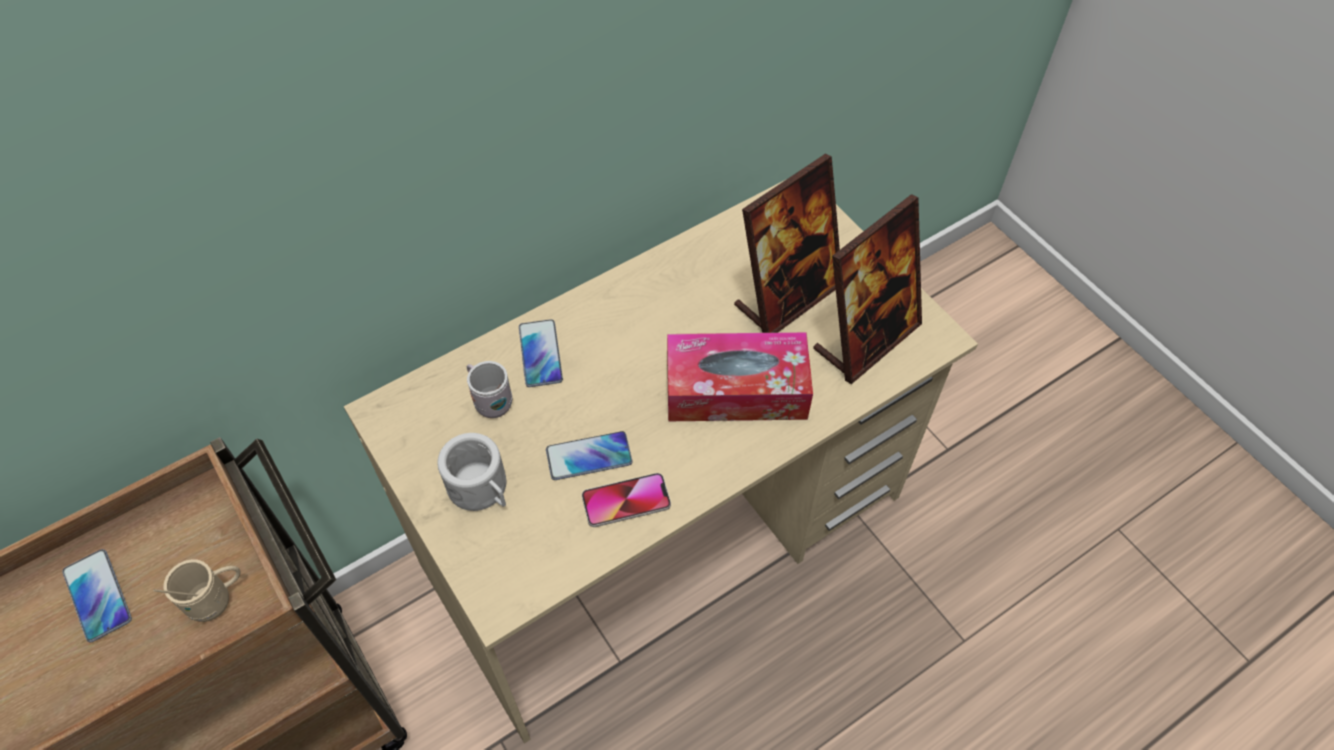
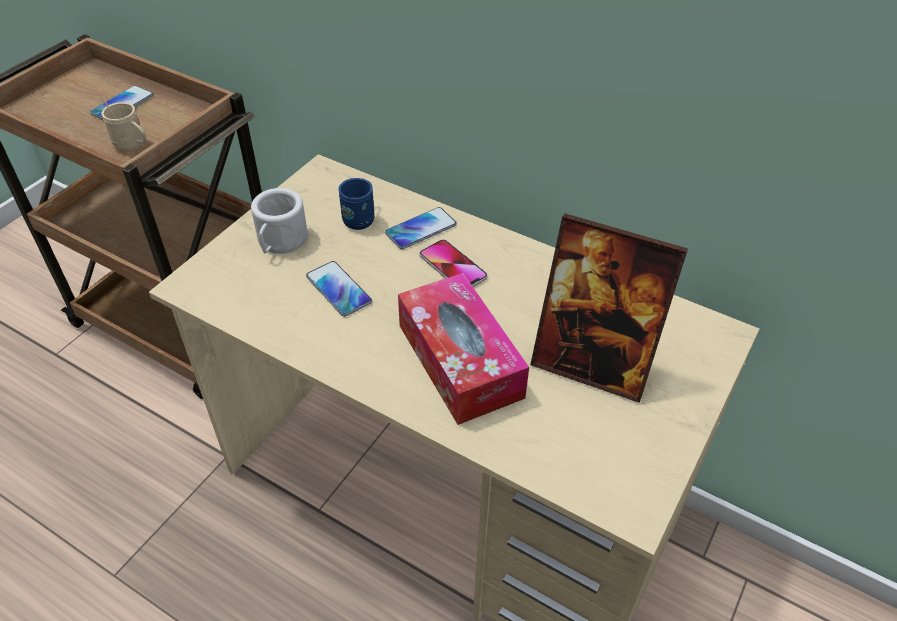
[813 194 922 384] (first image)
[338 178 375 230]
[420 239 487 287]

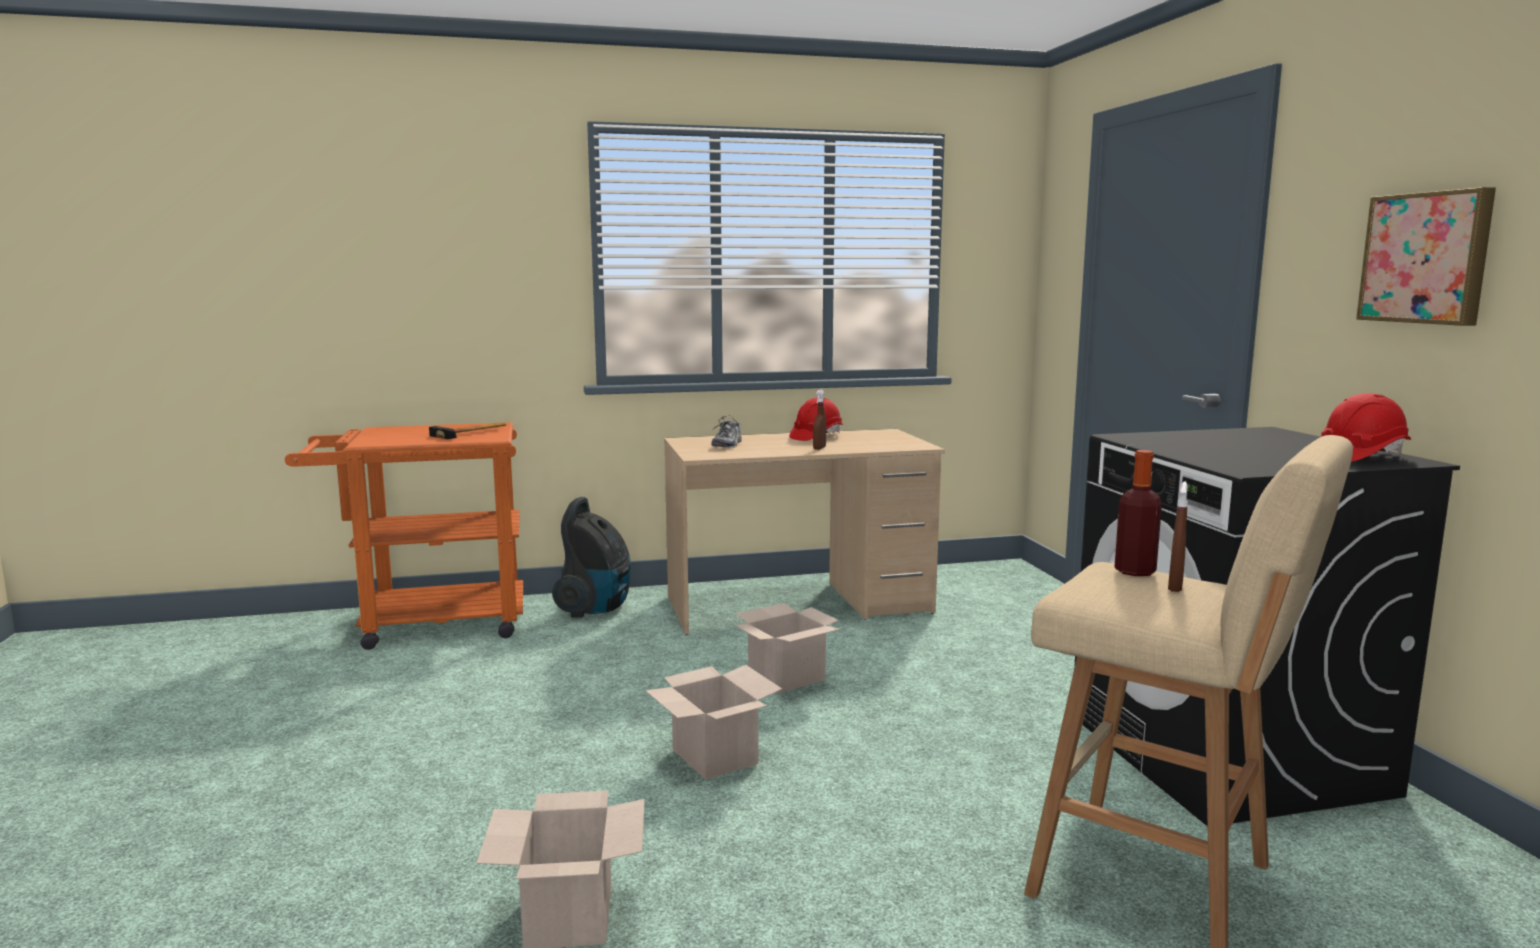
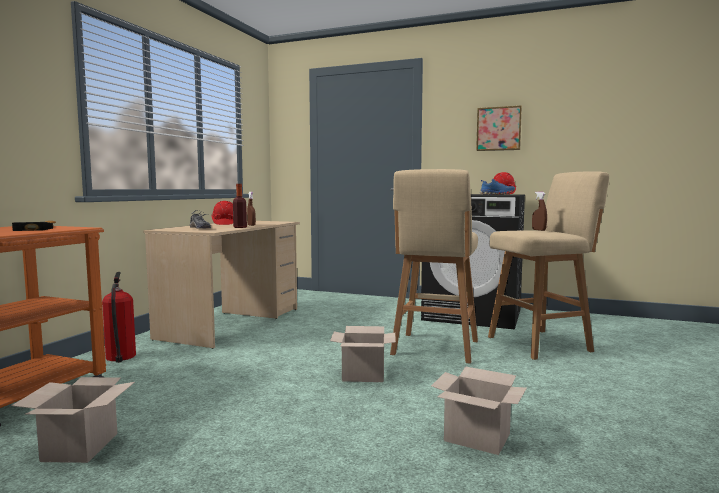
[233 184 247 228]
[102 272 136 363]
[11 377 135 463]
[390 169 478 364]
[480 179 515 195]

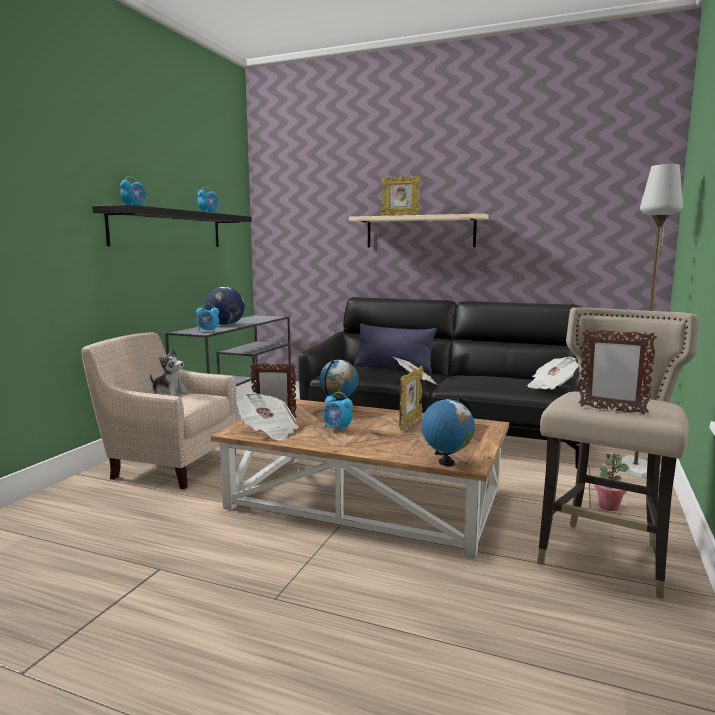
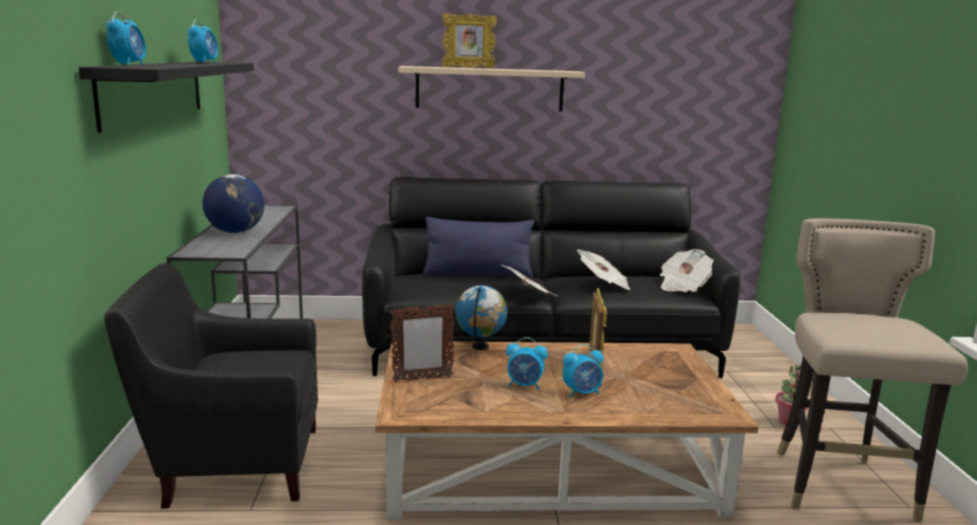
[608 164 683 479] (first image)
[562 344 604 398]
[579 329 657 415] (first image)
[104 263 318 509]
[150 348 189 396] (first image)
[577 249 630 290]
[421 397 475 466] (first image)

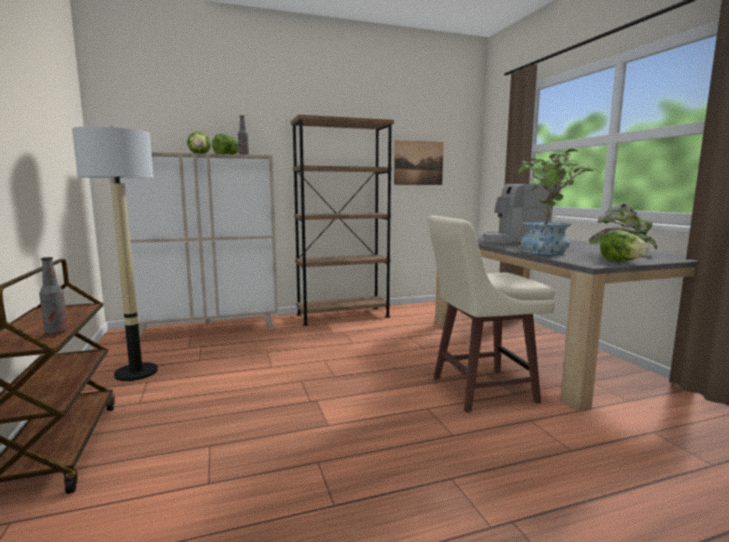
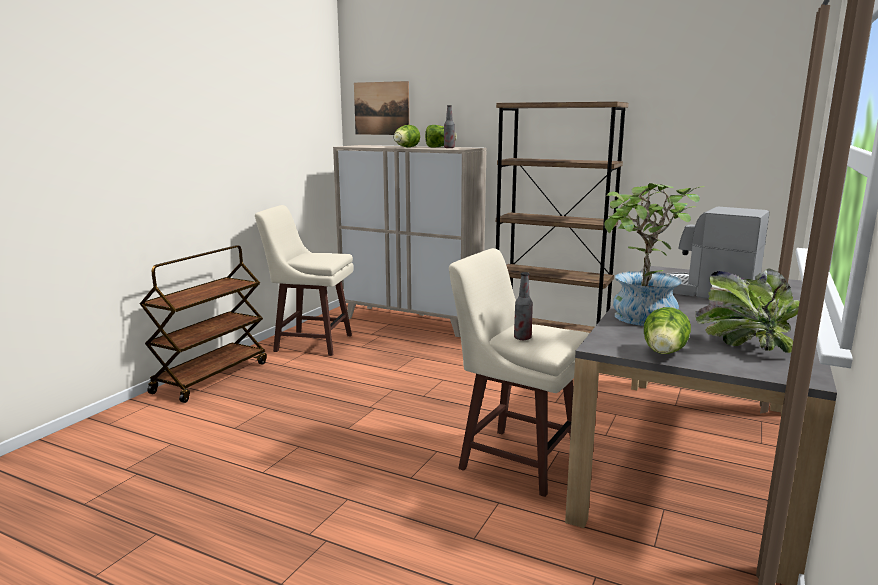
[255 205 354 356]
[354 81 409 135]
[514 272 533 340]

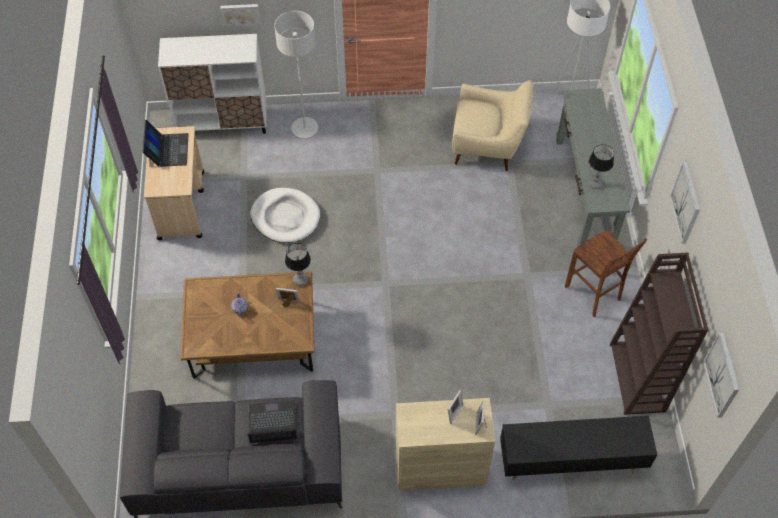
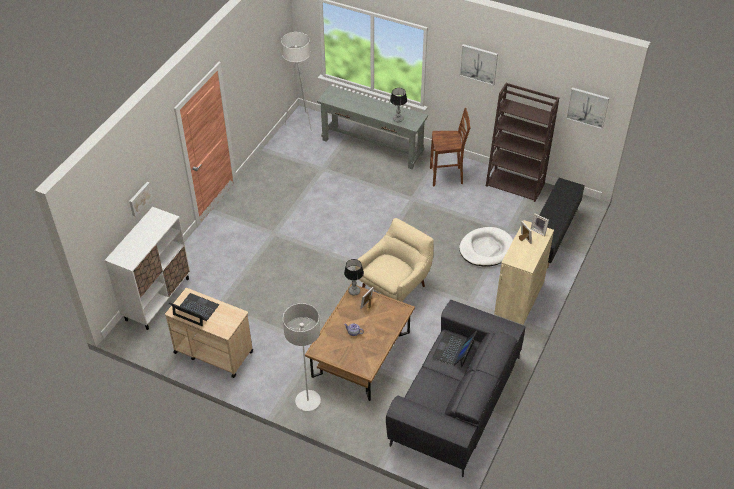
[283 303 321 411]
[355 218 433 302]
[459 227 513 267]

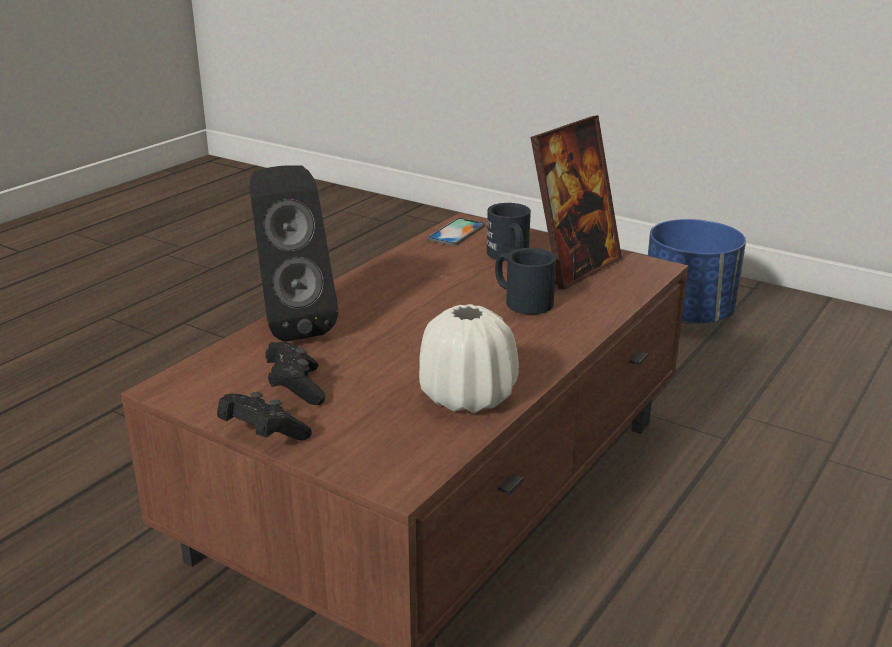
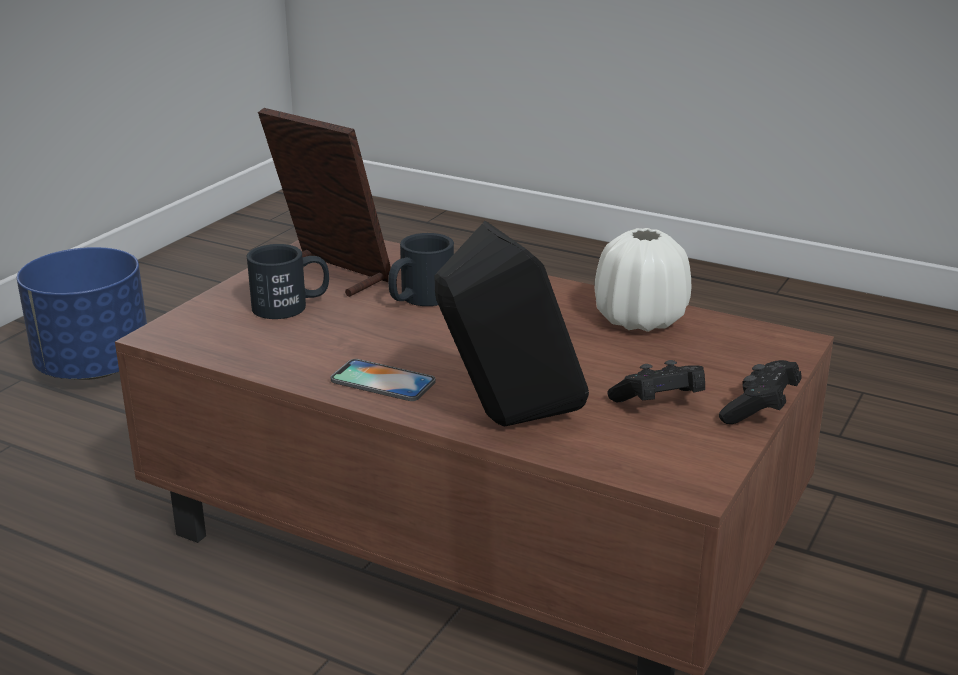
[331 359 436 401]

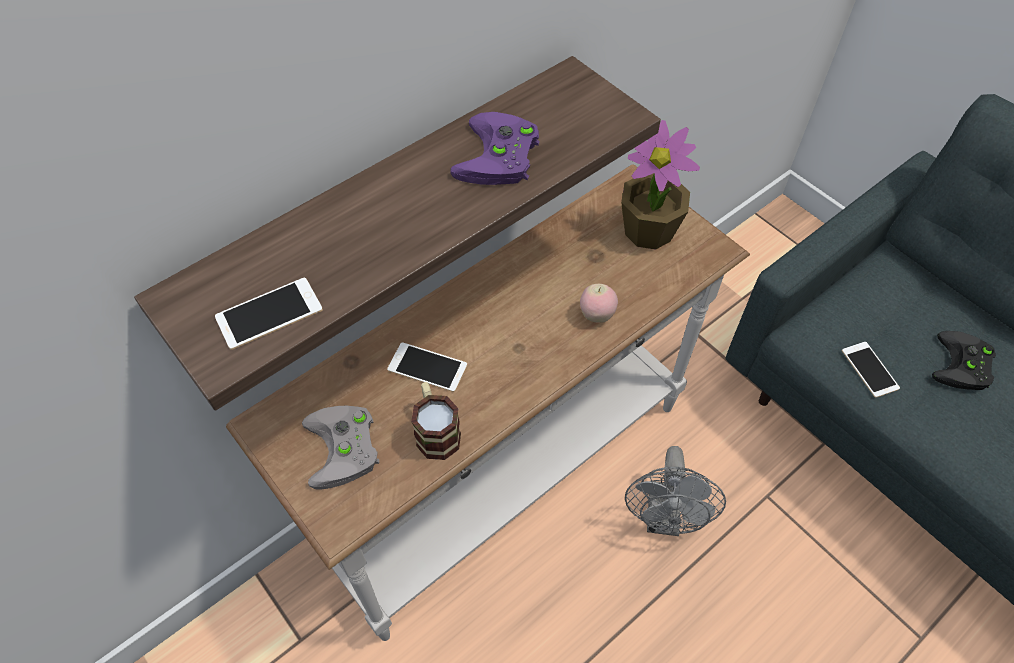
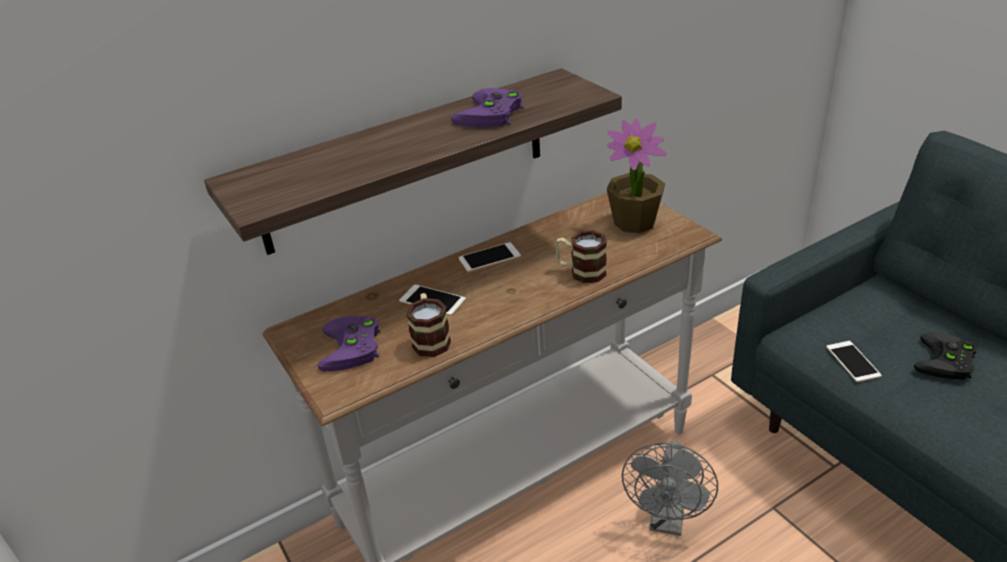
[459 242 521 272]
[555 230 607 283]
[317 316 380 372]

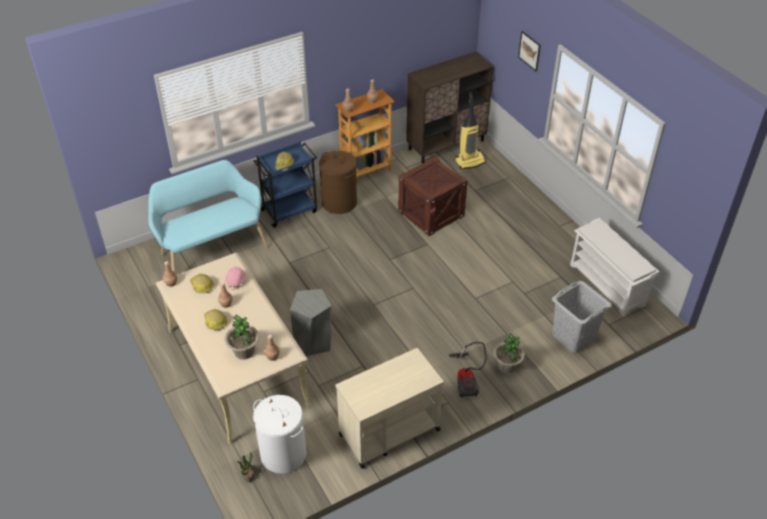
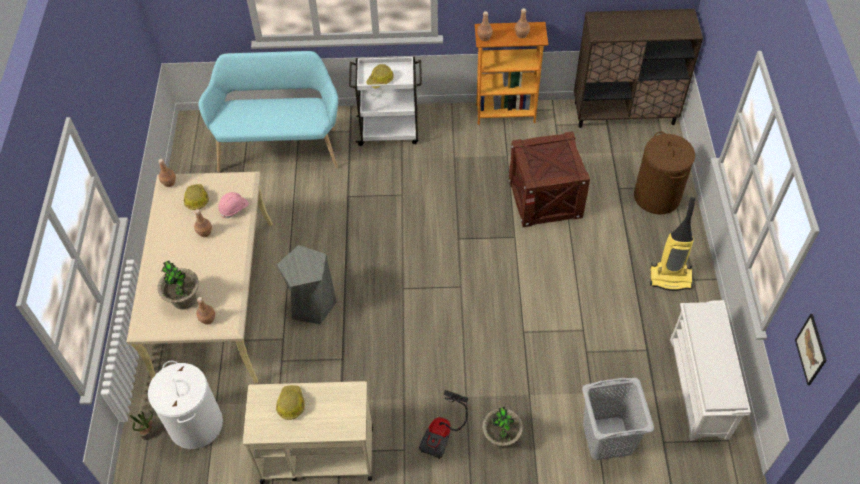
[795 314 827 385]
[650 197 695 291]
[349 57 422 146]
[634 132 695 214]
[276 385 305 420]

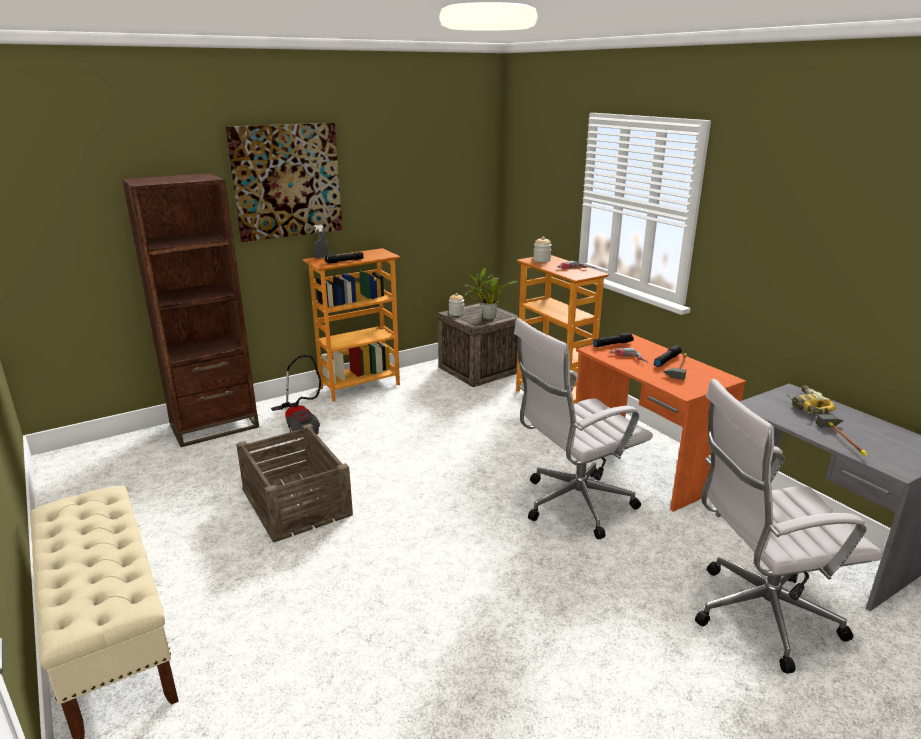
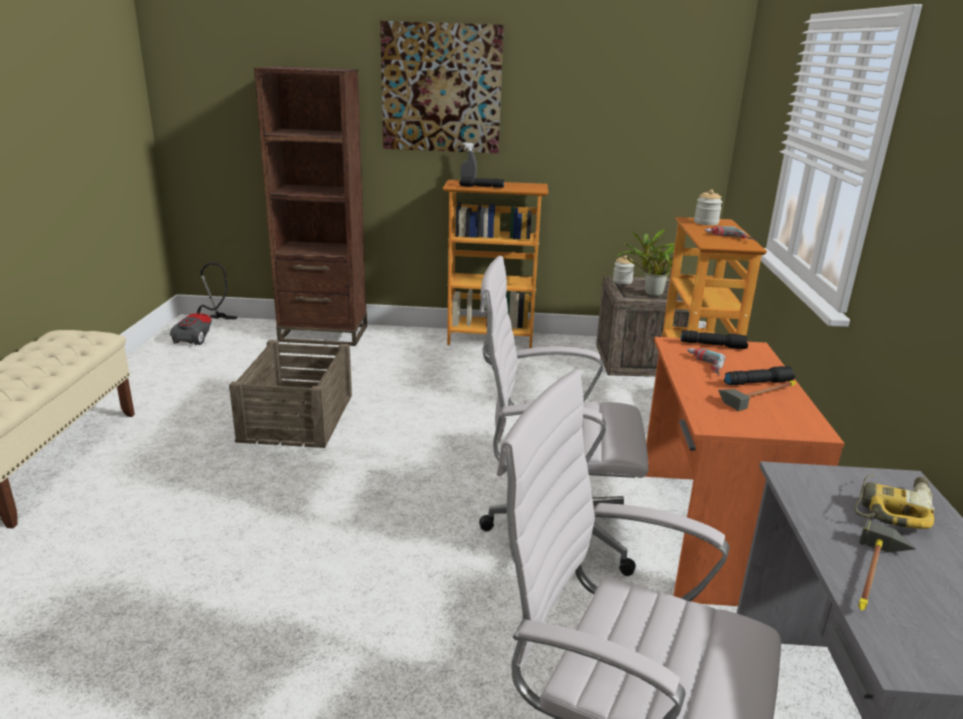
[170 262 238 345]

